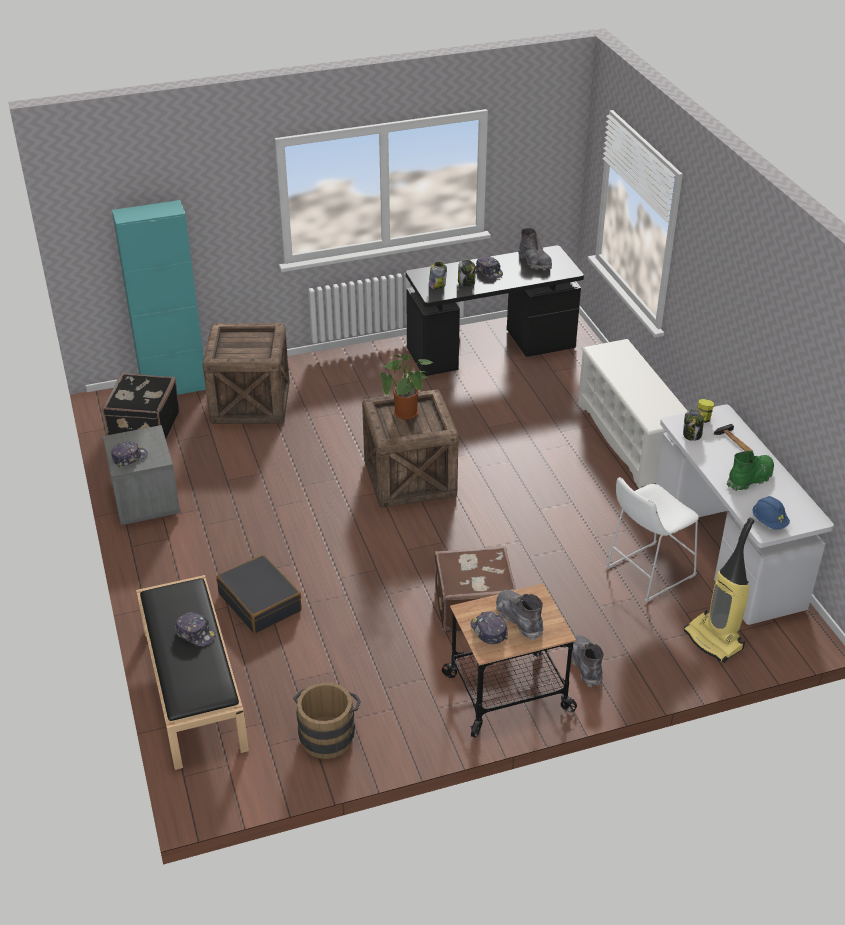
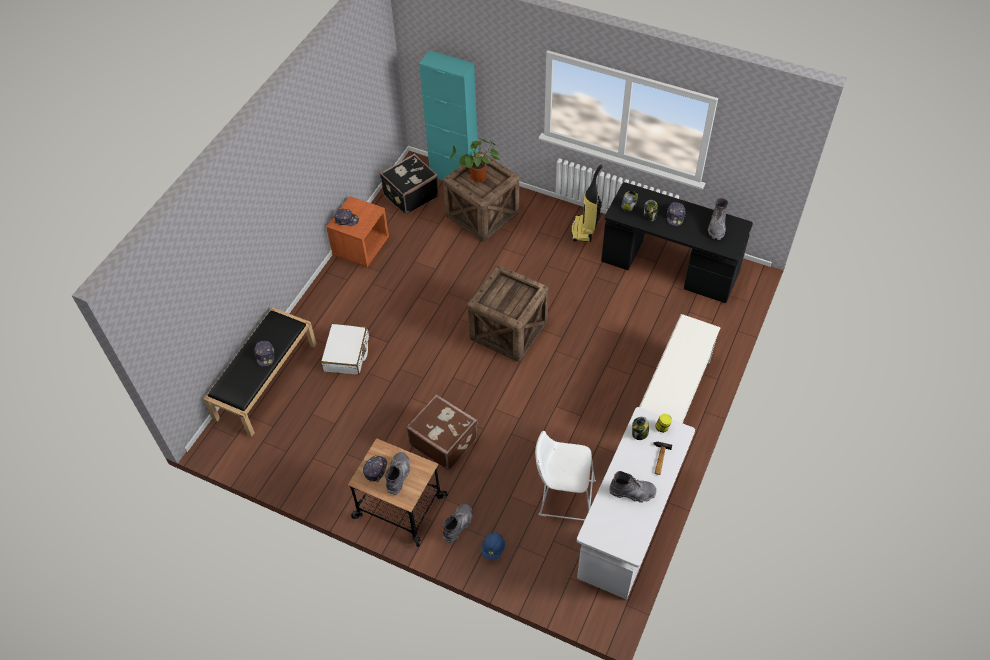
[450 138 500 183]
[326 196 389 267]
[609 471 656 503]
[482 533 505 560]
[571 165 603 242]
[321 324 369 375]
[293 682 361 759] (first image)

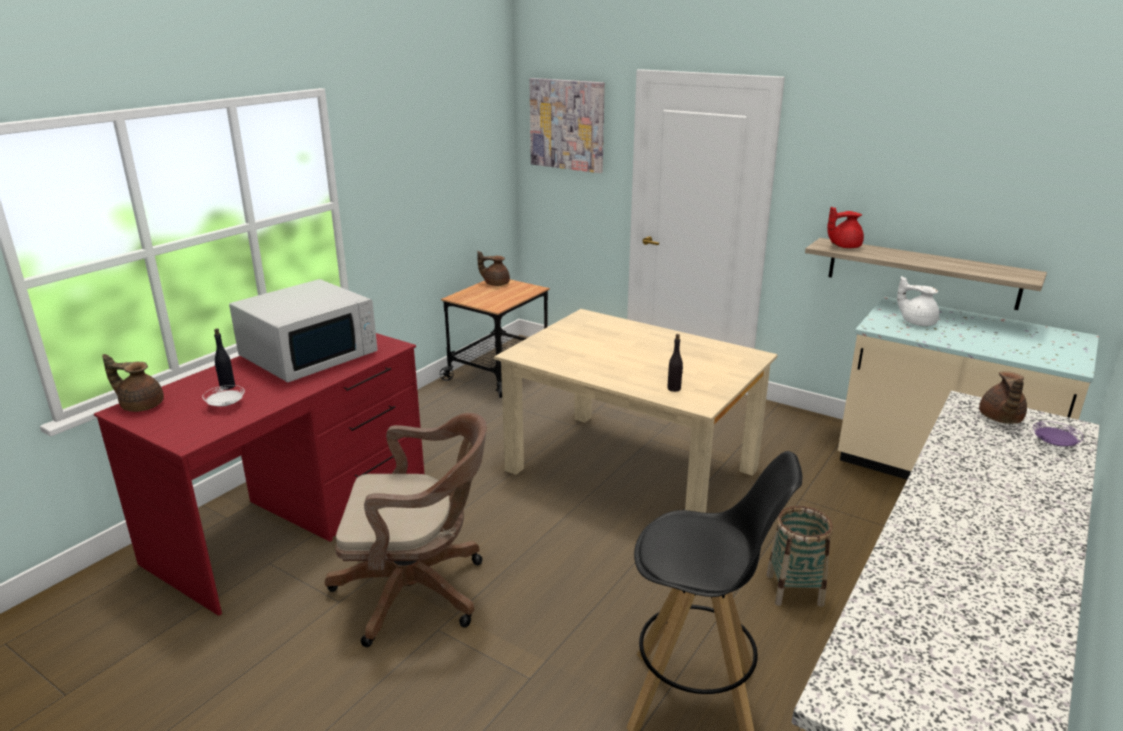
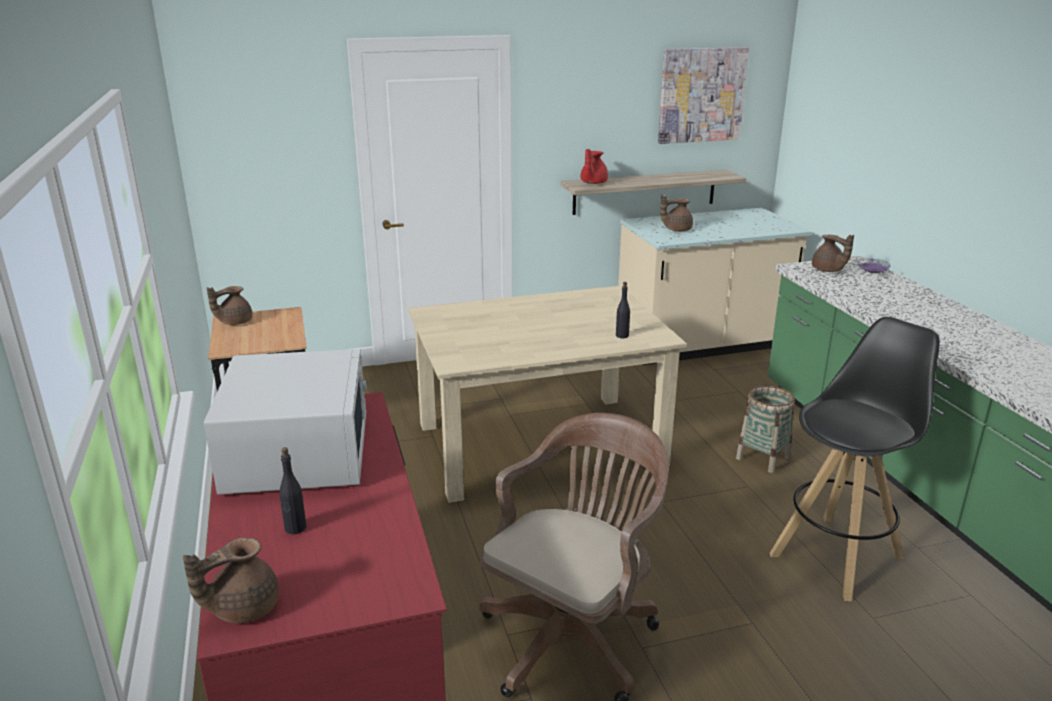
[658 47 749 144]
[660 195 693 231]
[202 385 245 407] (first image)

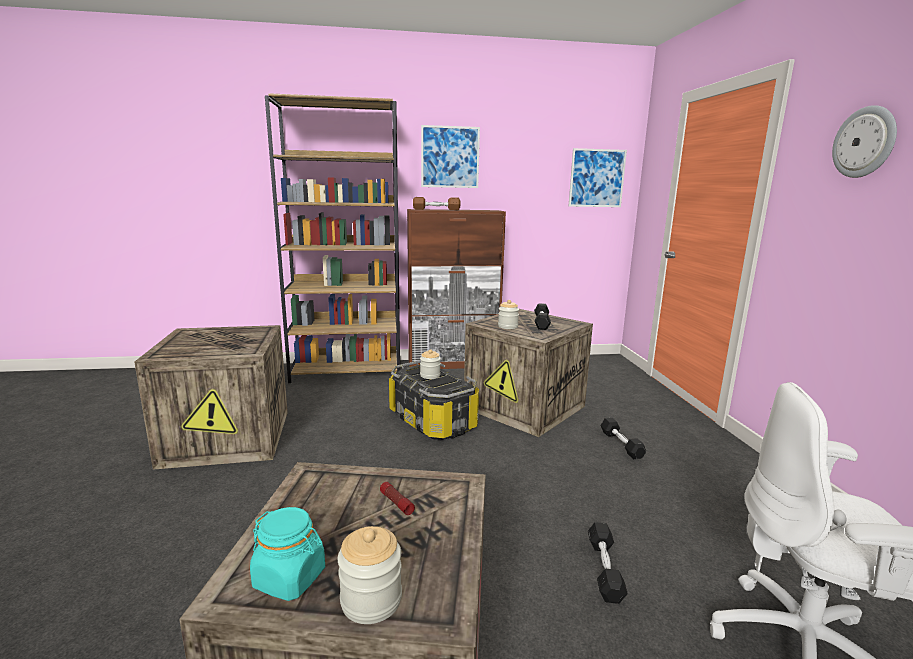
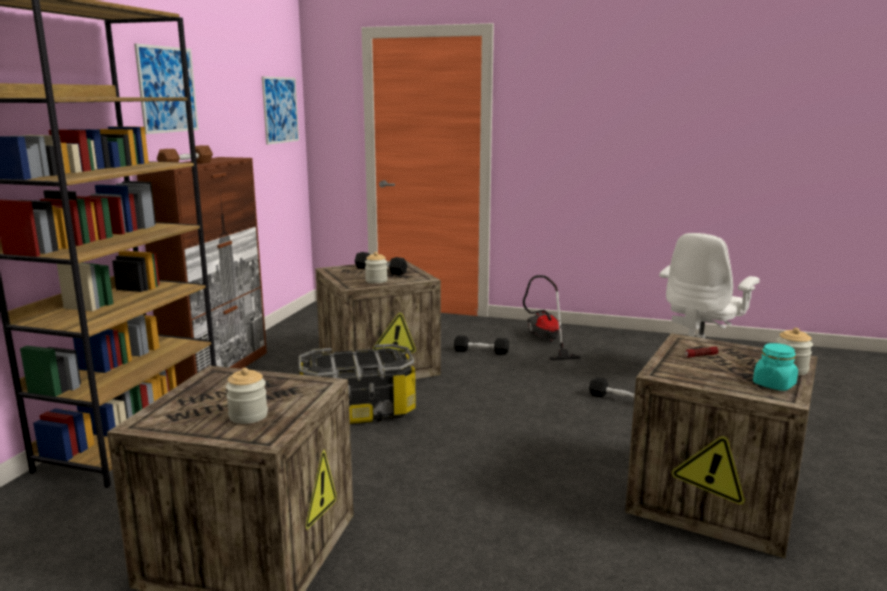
[832 105 897 178] (first image)
[226 368 268 424]
[523 275 581 360]

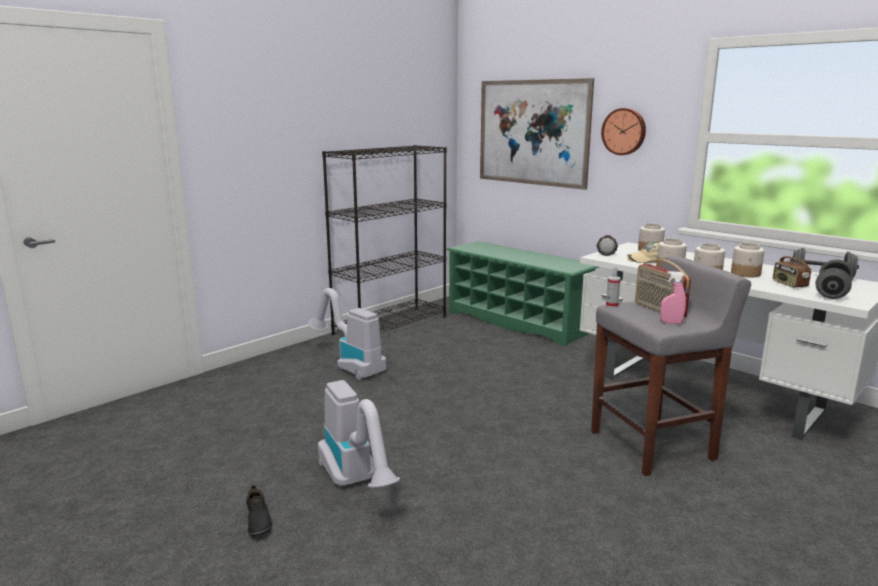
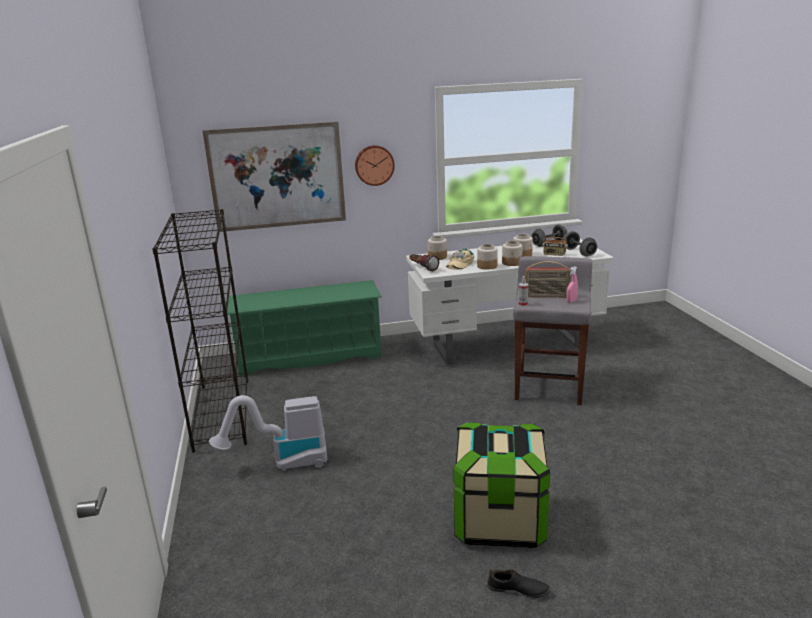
[453 422 550 548]

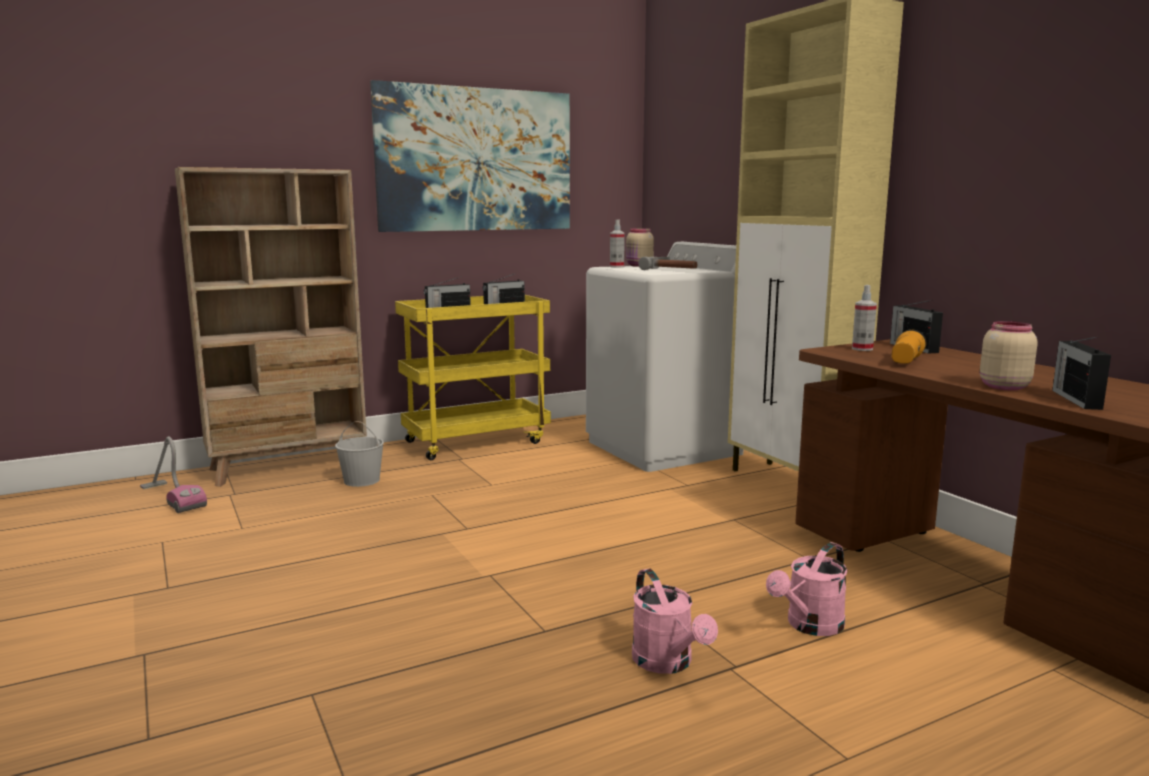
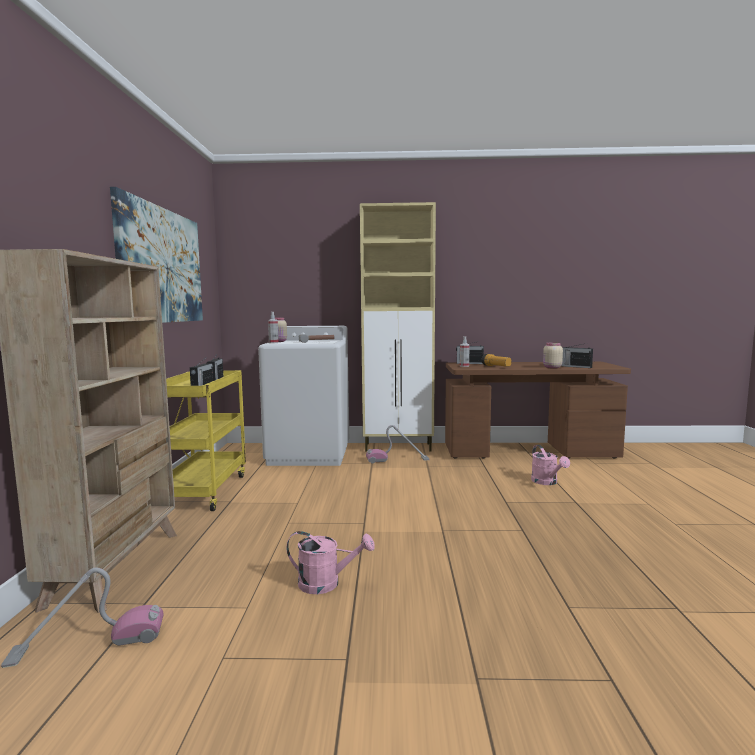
[335 421 384 487] (first image)
[286 531 375 594]
[366 425 430 463]

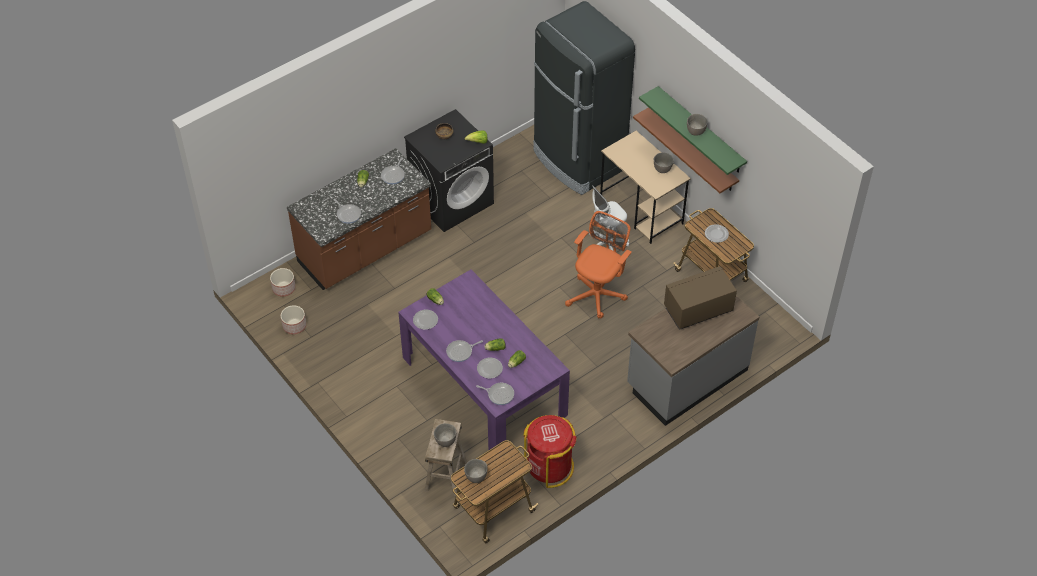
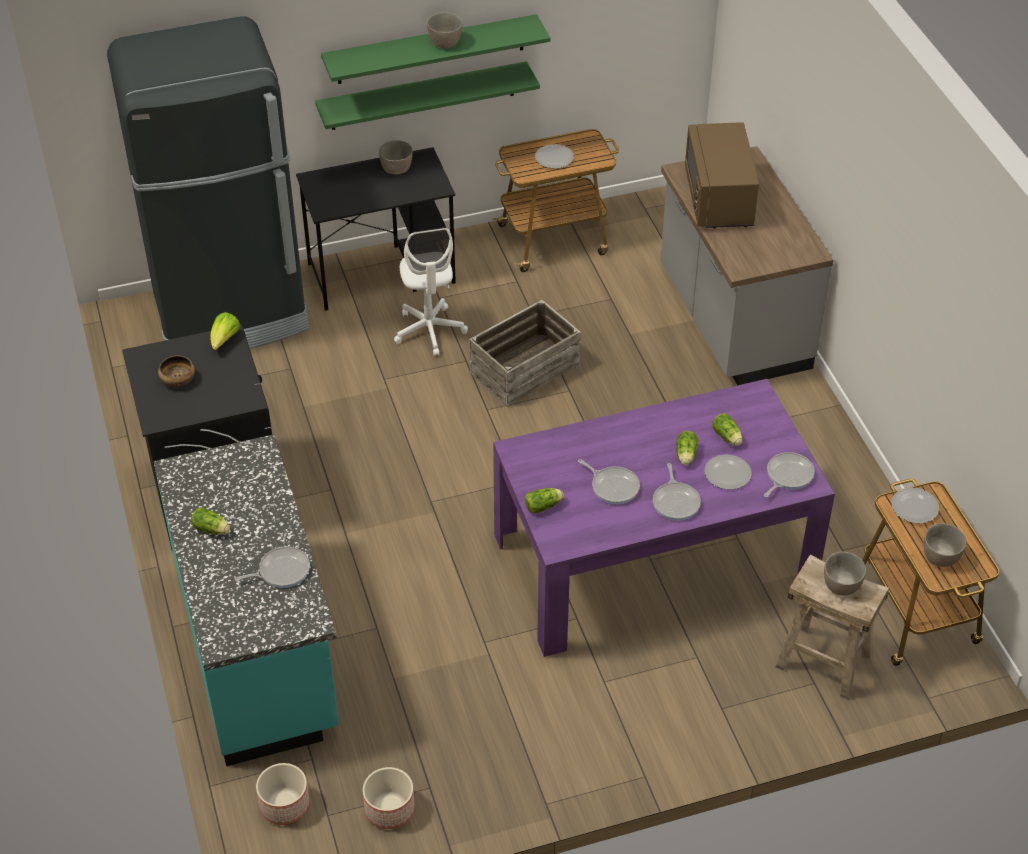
[315 61 540 130]
[296 147 456 311]
[153 434 339 766]
[578 459 640 504]
[469 300 581 408]
[891 488 939 523]
[523 415 577 488] (first image)

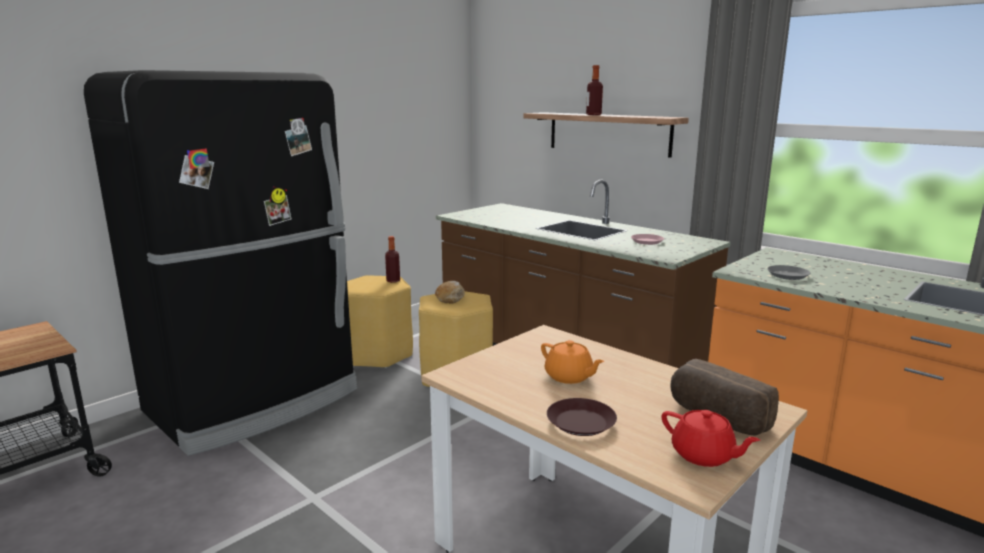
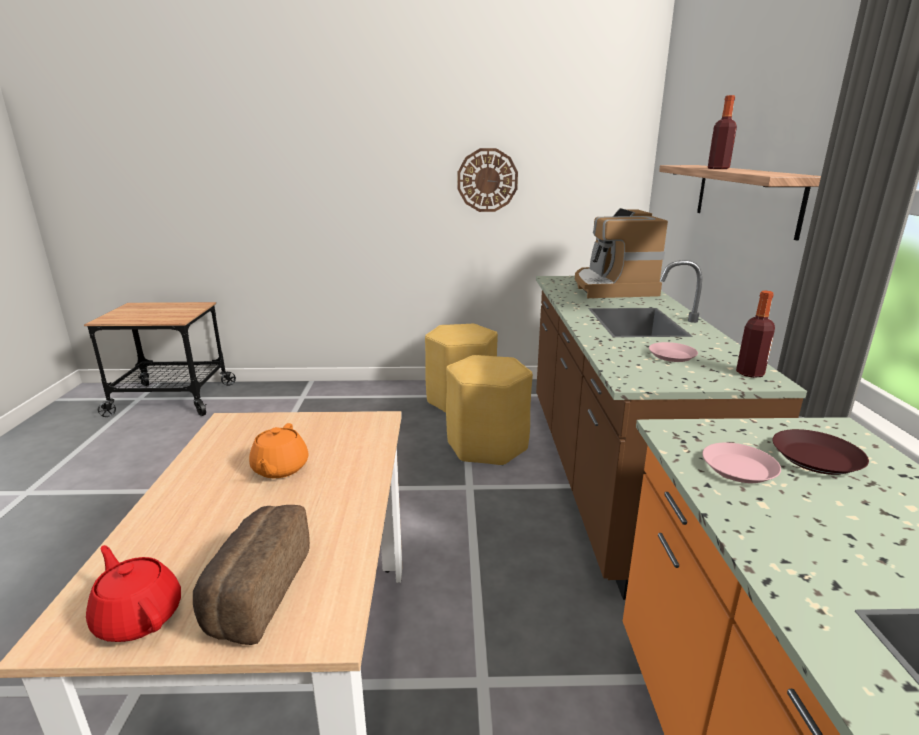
[84 70 357 456] (first image)
[736 291 775 378]
[702 443 781 483]
[435 281 465 303] (first image)
[772 429 869 475]
[86 545 181 642]
[457 148 518 212]
[575 208 668 298]

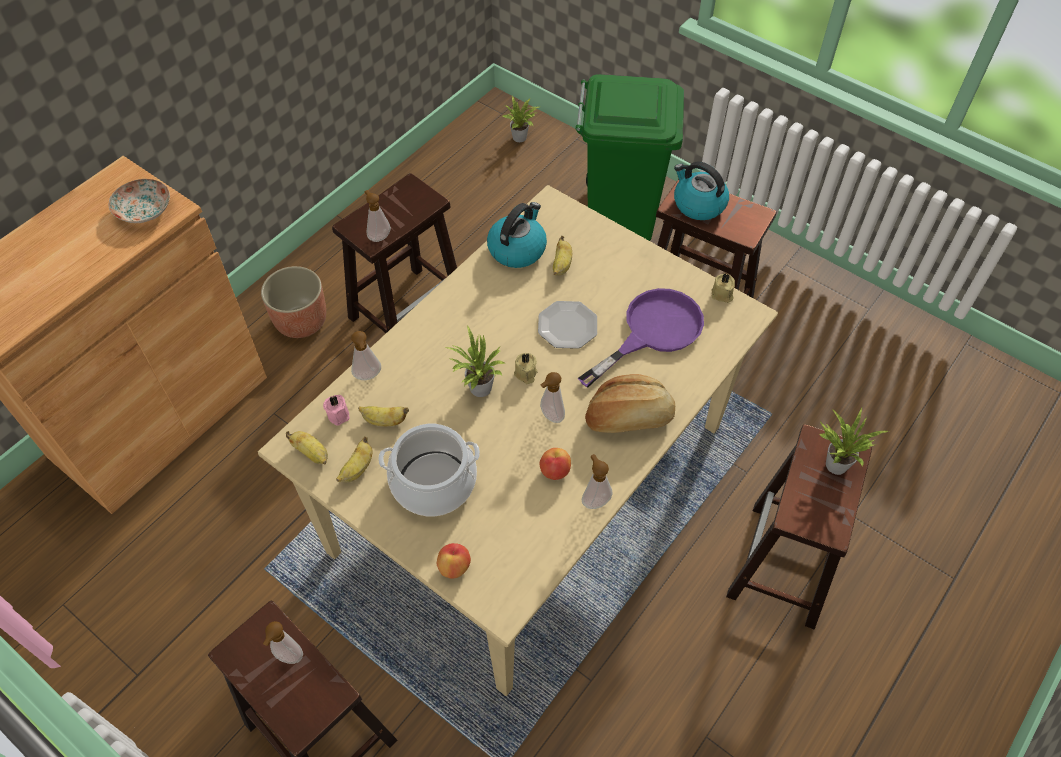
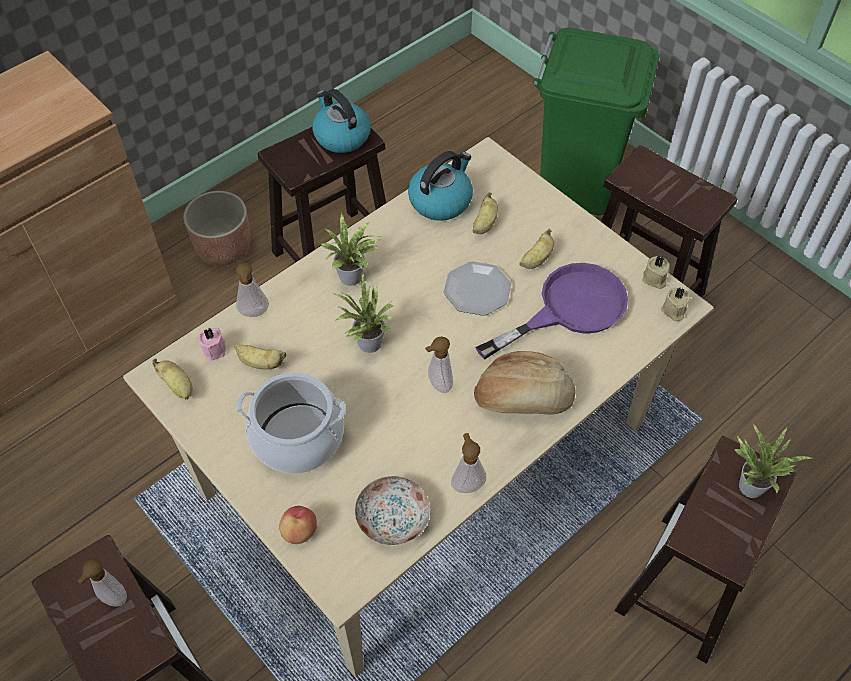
[321 213 381 286]
[312 89 371 153]
[355 476 430 545]
[365 190 391 242] (first image)
[661 288 690 321]
[519 229 554 269]
[539 448 571 480] (first image)

